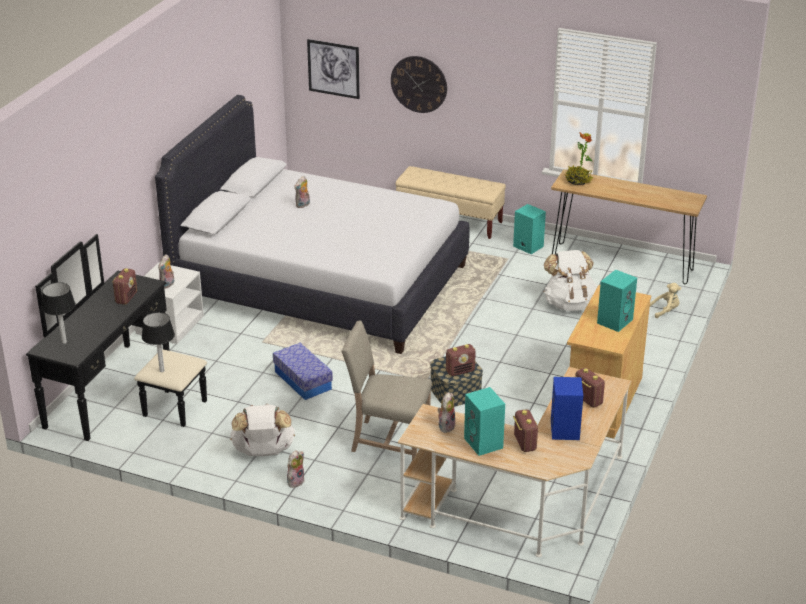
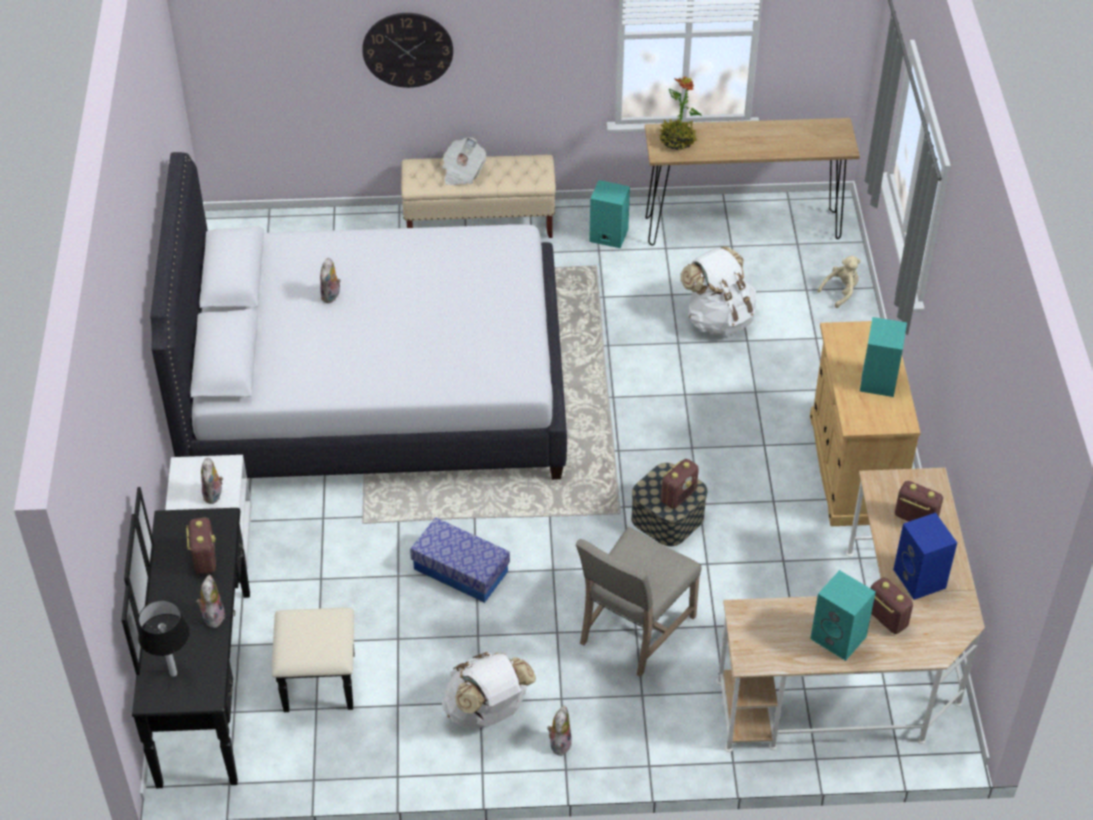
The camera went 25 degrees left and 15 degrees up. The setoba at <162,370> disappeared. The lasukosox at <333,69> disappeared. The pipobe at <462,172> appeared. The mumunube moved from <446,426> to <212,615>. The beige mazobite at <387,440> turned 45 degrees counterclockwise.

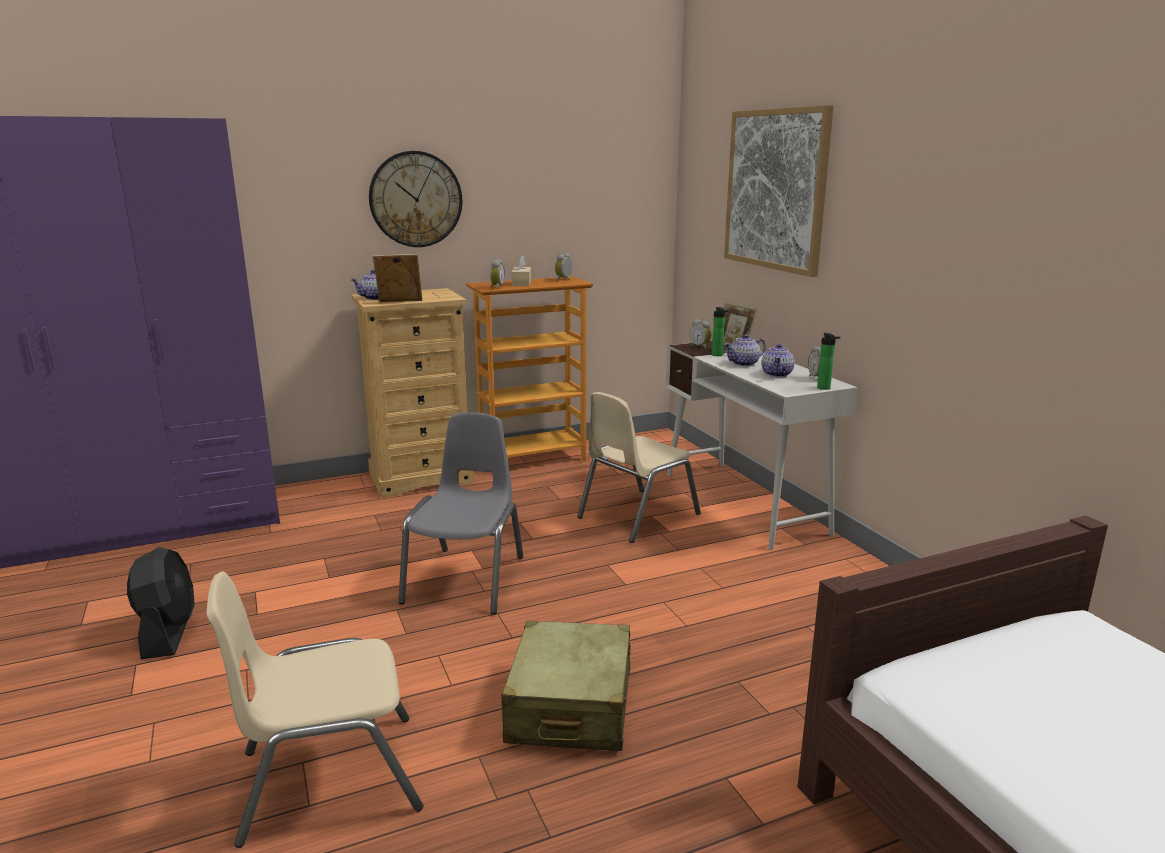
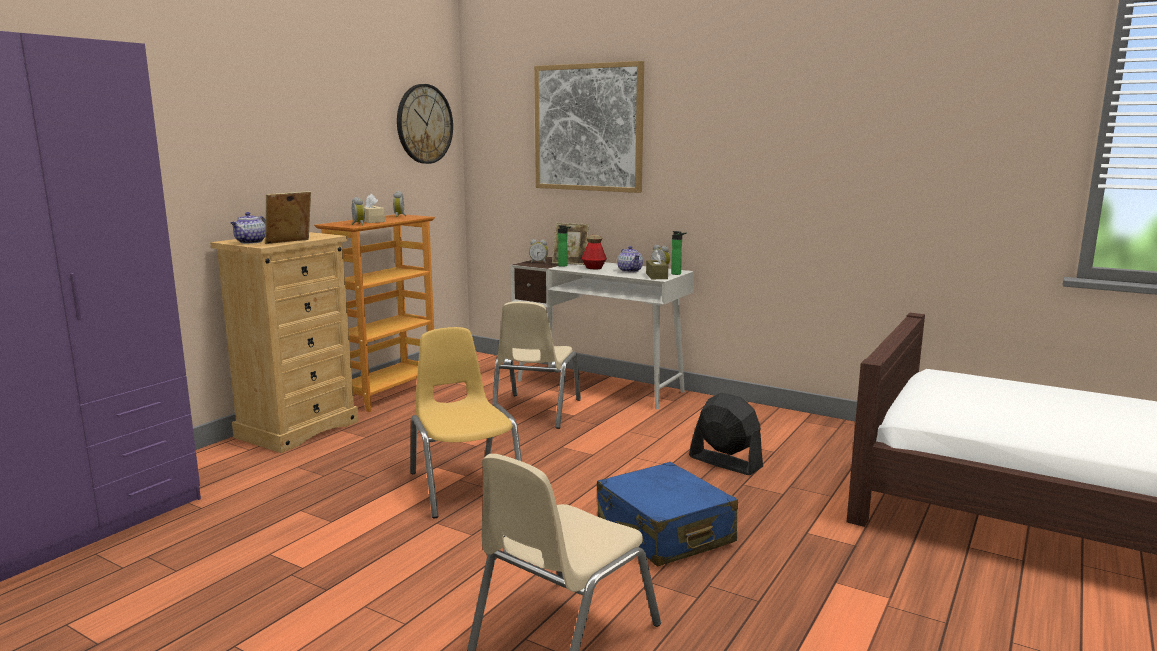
The camera went 35 degrees left and 5 degrees down. The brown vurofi at <656,276> appeared. The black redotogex moved from <168,632> to <725,462>. The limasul moved from <415,199> to <424,124>. The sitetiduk at <744,363> was replaced by the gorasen at <594,268>. The grey mazobite at <467,579> became the yellow mazobite at <465,486>. The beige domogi at <570,706> became the blue domogi at <664,532>.

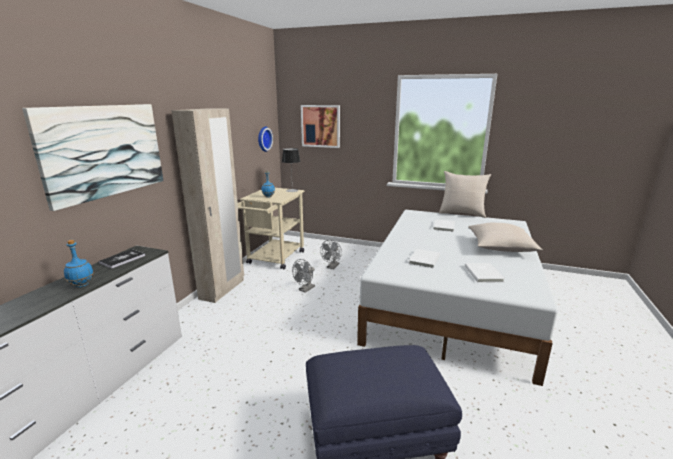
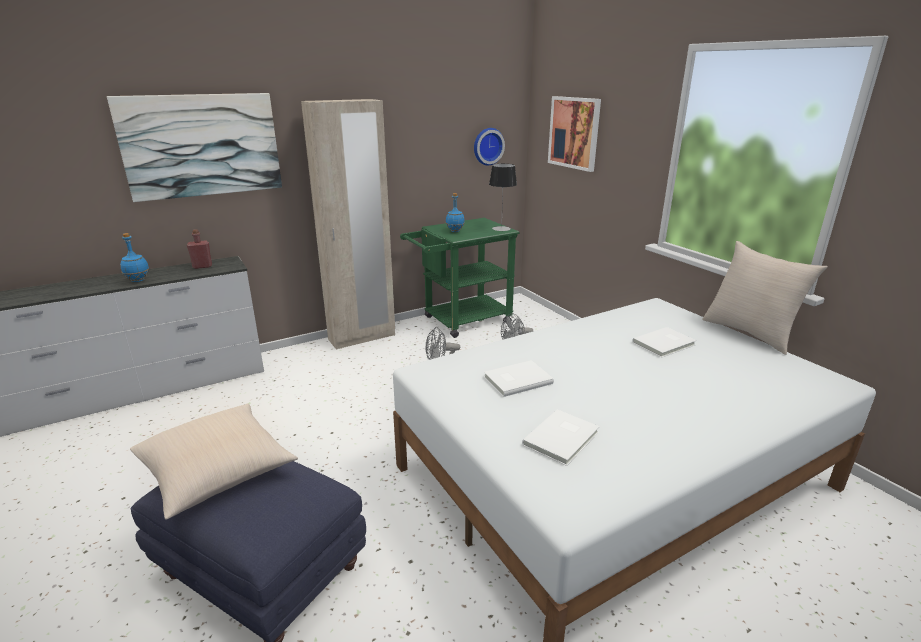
The camera went 40 degrees right and 5 degrees up. The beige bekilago moved from <500,247> to <217,472>. The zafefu at <122,259> was replaced by the red gorasen at <202,266>. The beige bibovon at <273,259> became the green bibovon at <461,321>.

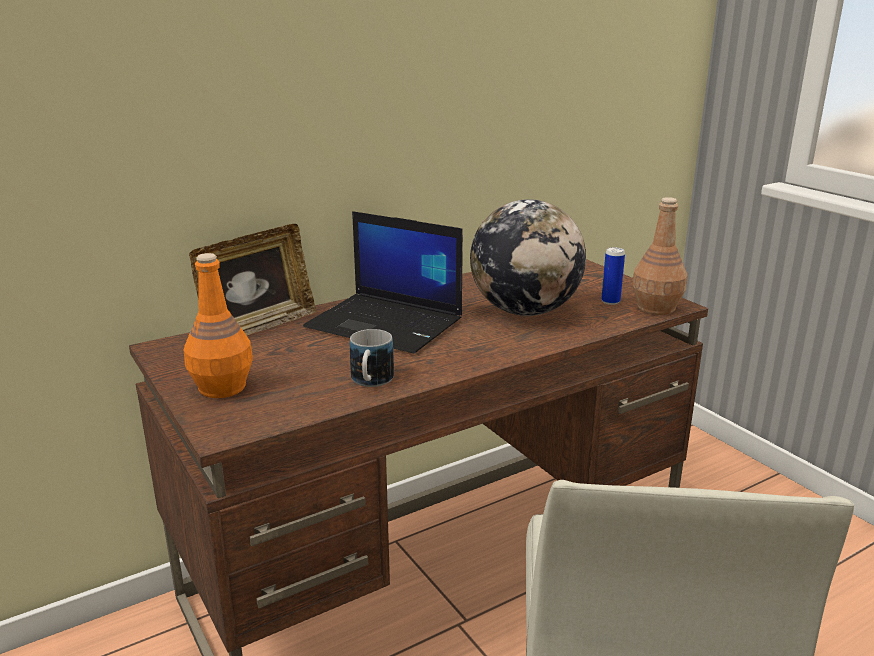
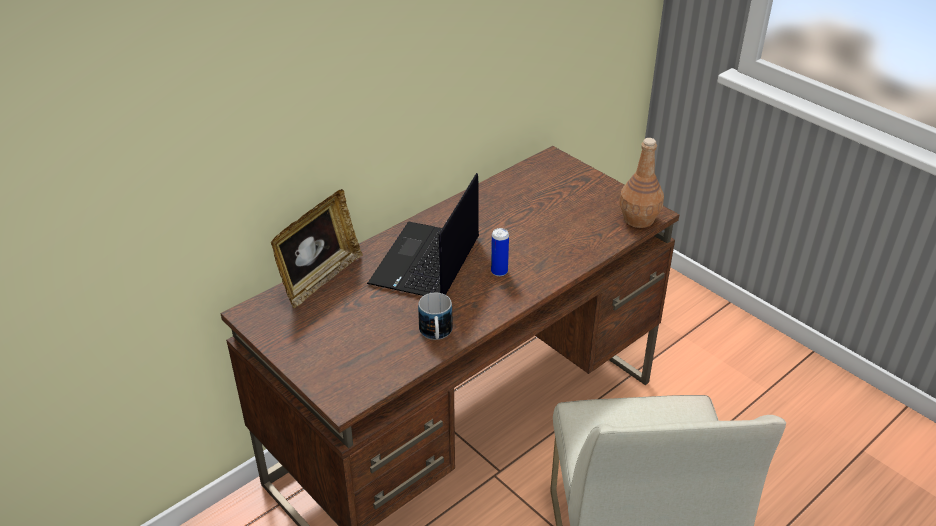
The camera went 10 degrees left and 15 degrees up. The orange gorasen at <222,387> disappeared. The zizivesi at <525,311> disappeared. The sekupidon moved from <610,301> to <499,271>. The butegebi at <387,323> turned 90 degrees clockwise.

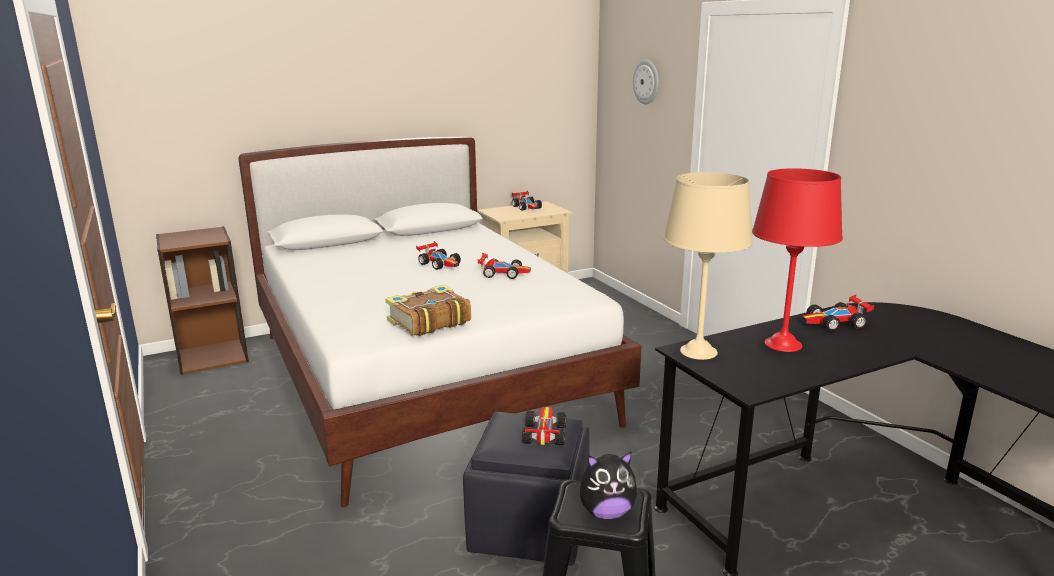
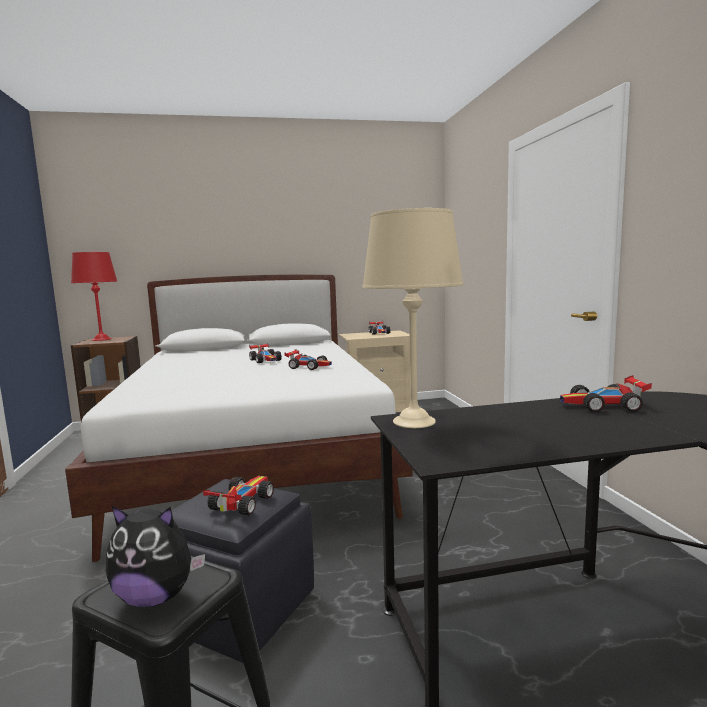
The camera went 15 degrees right and 10 degrees down. The zafefu at <428,321> disappeared. The limasul at <646,82> disappeared. The red setoba moved from <782,344> to <101,339>.

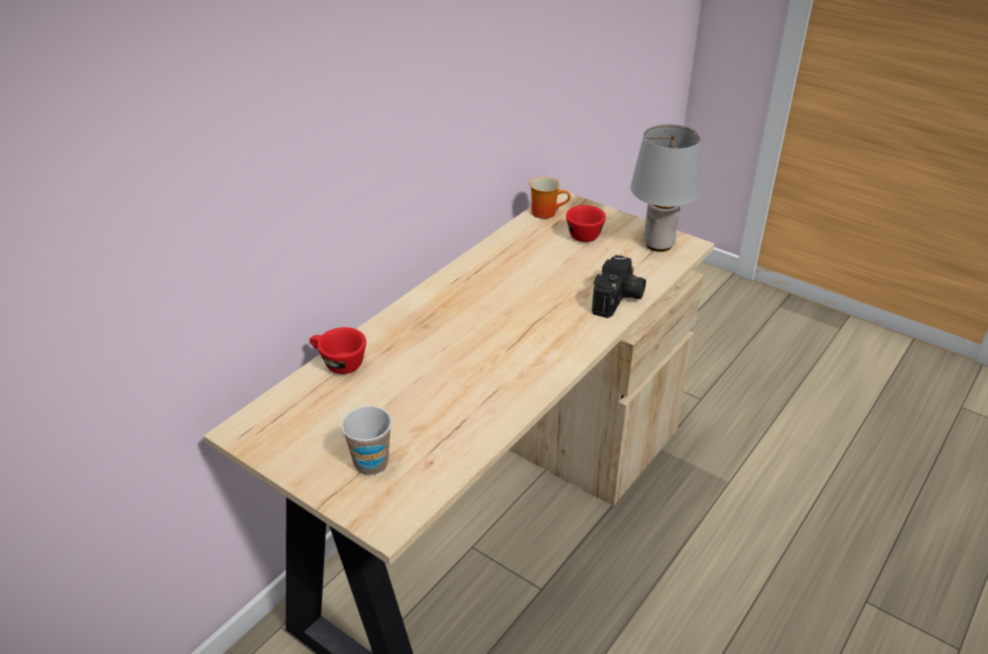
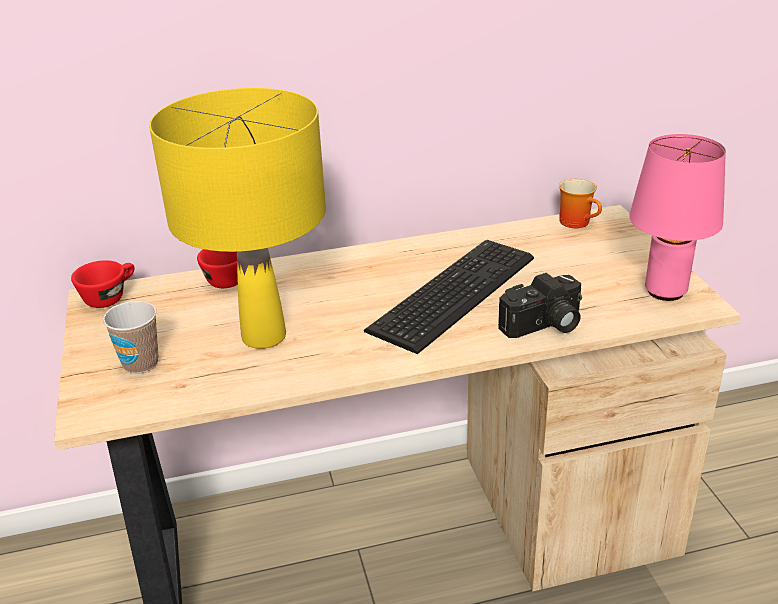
The camera went 40 degrees right and 5 degrees down. The yellow setoba at <263,337> appeared. The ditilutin at <449,293> appeared. The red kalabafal moved from <583,233> to <110,297>. The grey setoba at <658,245> became the pink setoba at <664,292>.

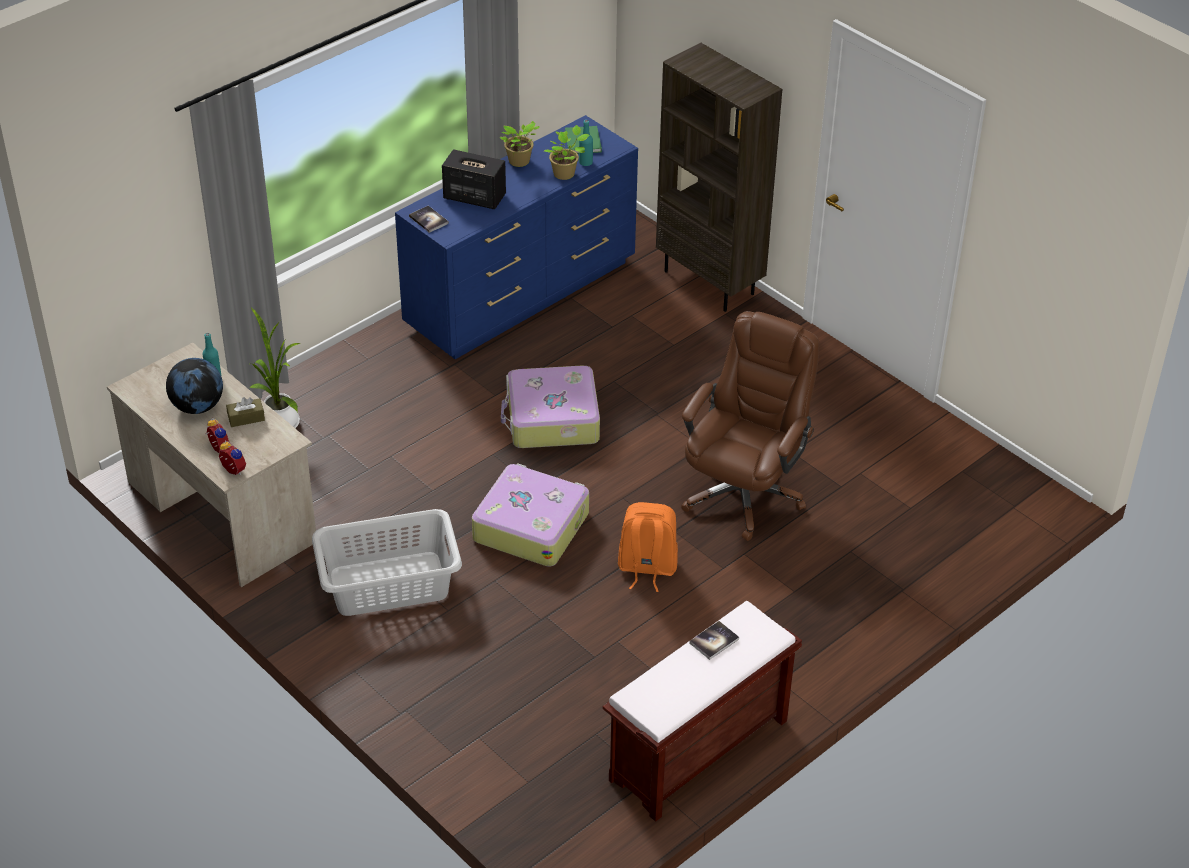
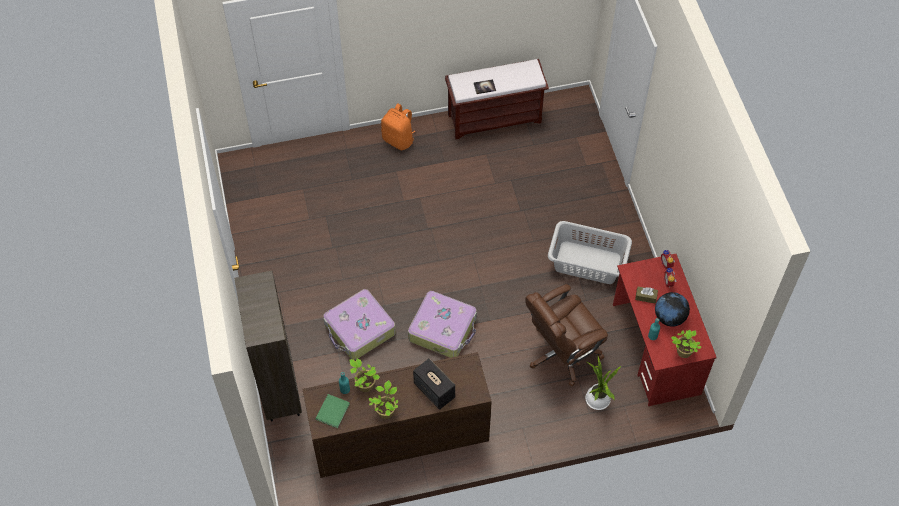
The camera went 150 degrees left and 15 degrees up. The zafefu at <428,220> disappeared. The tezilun at <683,352> appeared. The domogi moved from <531,525> to <359,330>. The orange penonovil moved from <646,568> to <399,140>. The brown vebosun moved from <744,493> to <562,353>. The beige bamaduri at <221,511> became the red bamaduri at <655,349>. The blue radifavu at <522,294> became the brown radifavu at <398,438>.

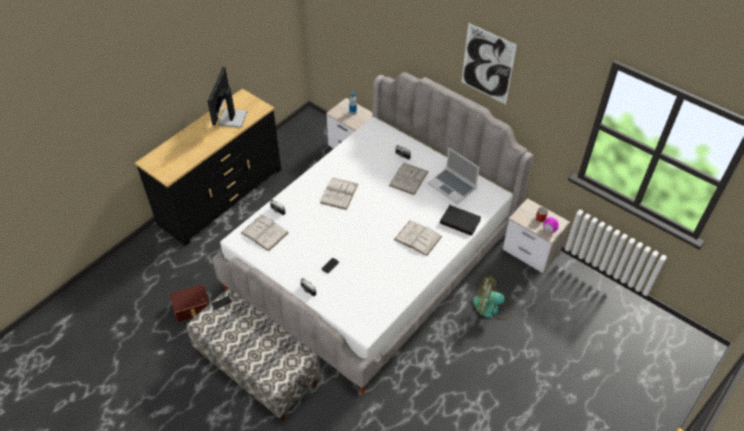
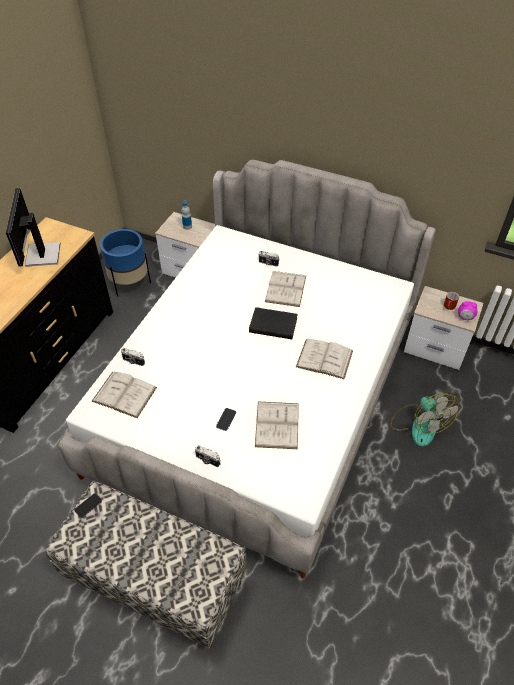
The camera went 15 degrees left and 0 degrees up. The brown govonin at <192,307> disappeared. The butegebi at <452,186> disappeared. The lasukosox at <487,64> disappeared. The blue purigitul at <130,283> appeared. The white zafefu moved from <339,193> to <277,425>. The black zafefu moved from <460,221> to <273,324>. The redotogex at <492,308> turned 105 degrees counterclockwise.

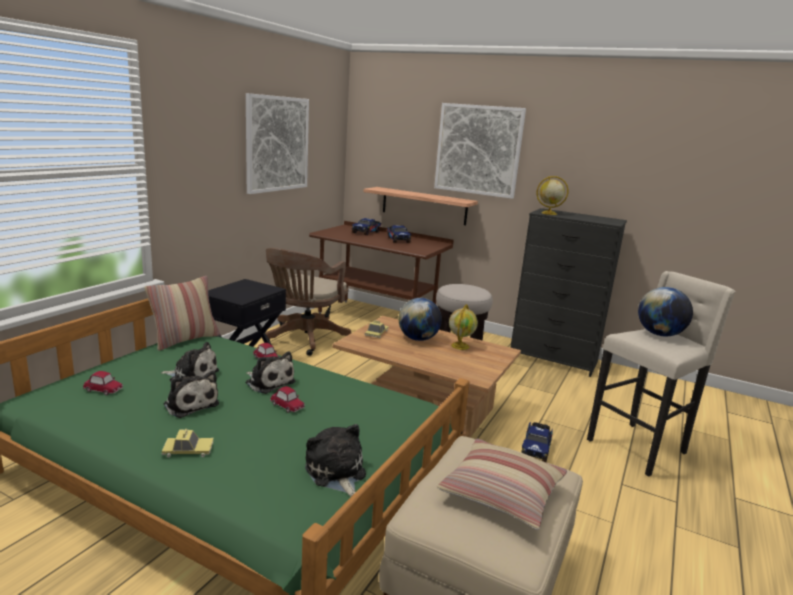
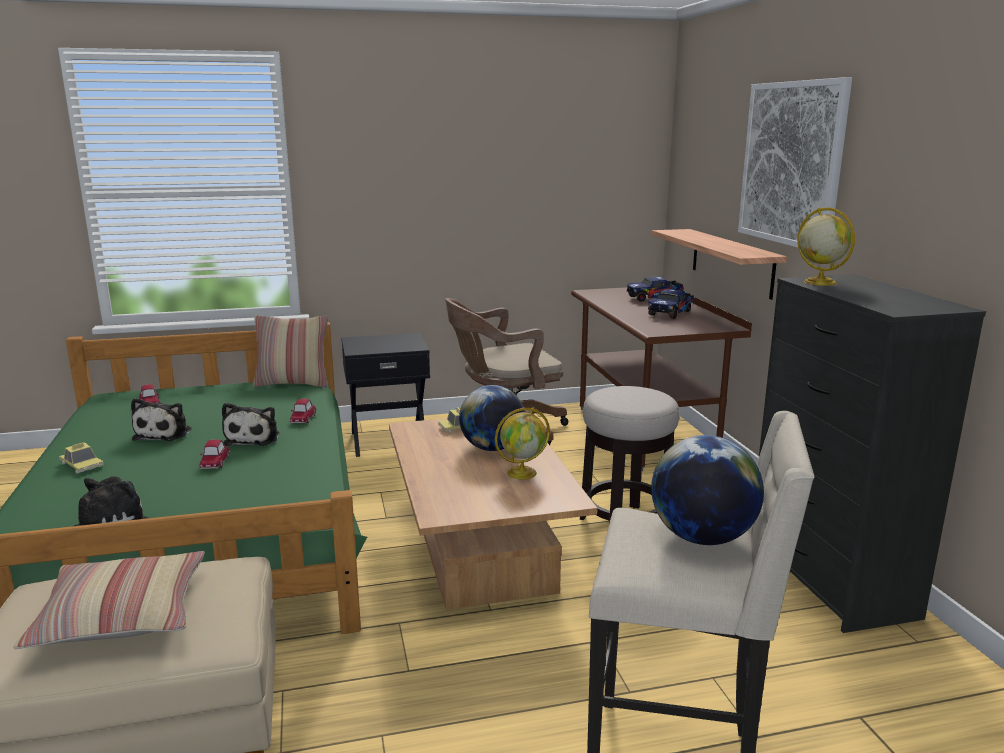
The camera went 50 degrees right and 0 degrees up. The mumunube at <192,375> disappeared. The lasukosox at <277,144> disappeared. The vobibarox at <536,448> disappeared.

